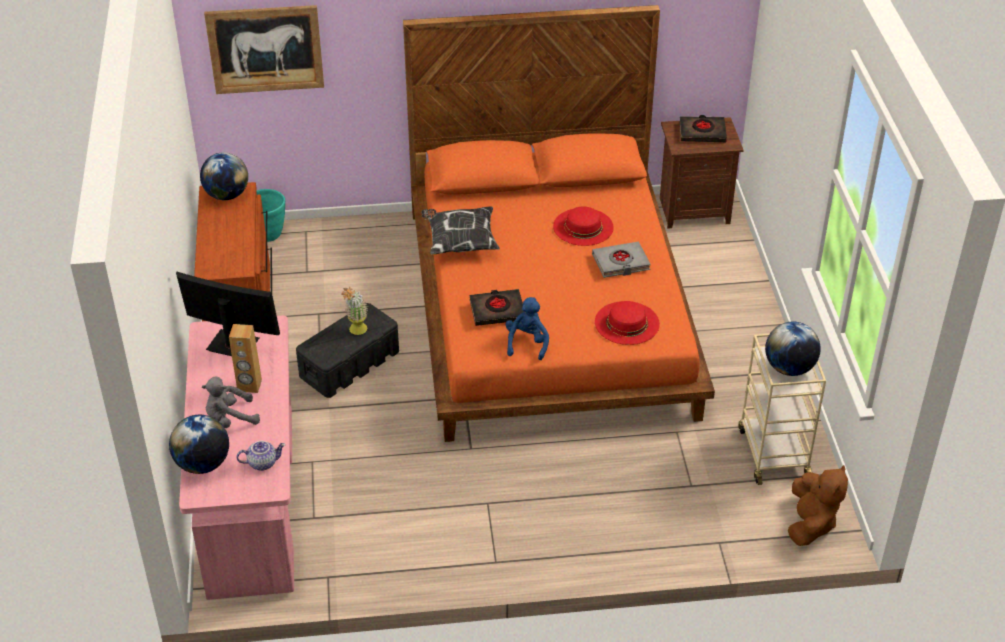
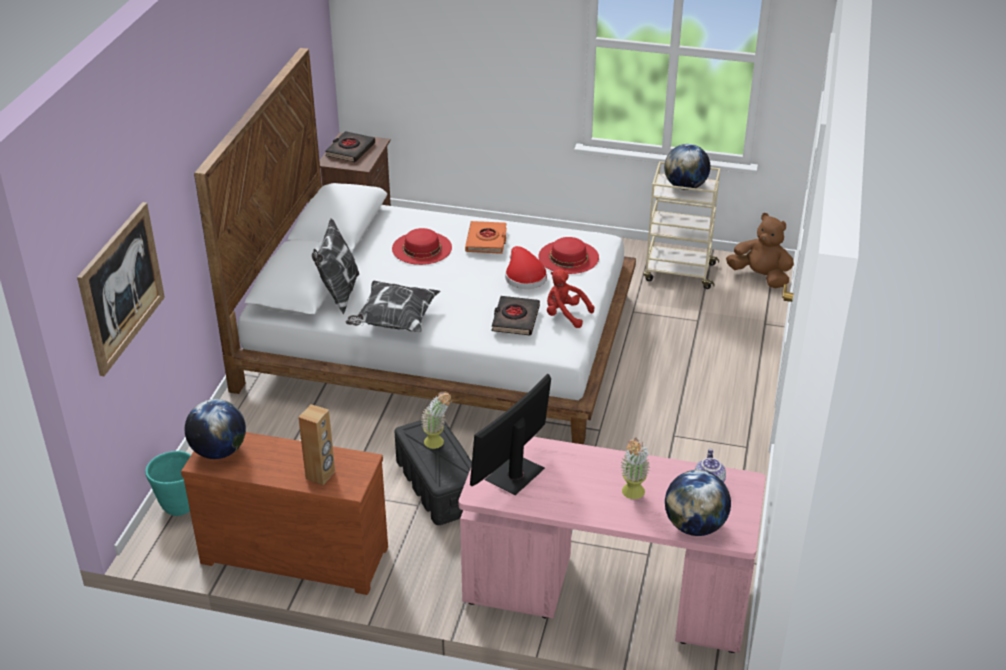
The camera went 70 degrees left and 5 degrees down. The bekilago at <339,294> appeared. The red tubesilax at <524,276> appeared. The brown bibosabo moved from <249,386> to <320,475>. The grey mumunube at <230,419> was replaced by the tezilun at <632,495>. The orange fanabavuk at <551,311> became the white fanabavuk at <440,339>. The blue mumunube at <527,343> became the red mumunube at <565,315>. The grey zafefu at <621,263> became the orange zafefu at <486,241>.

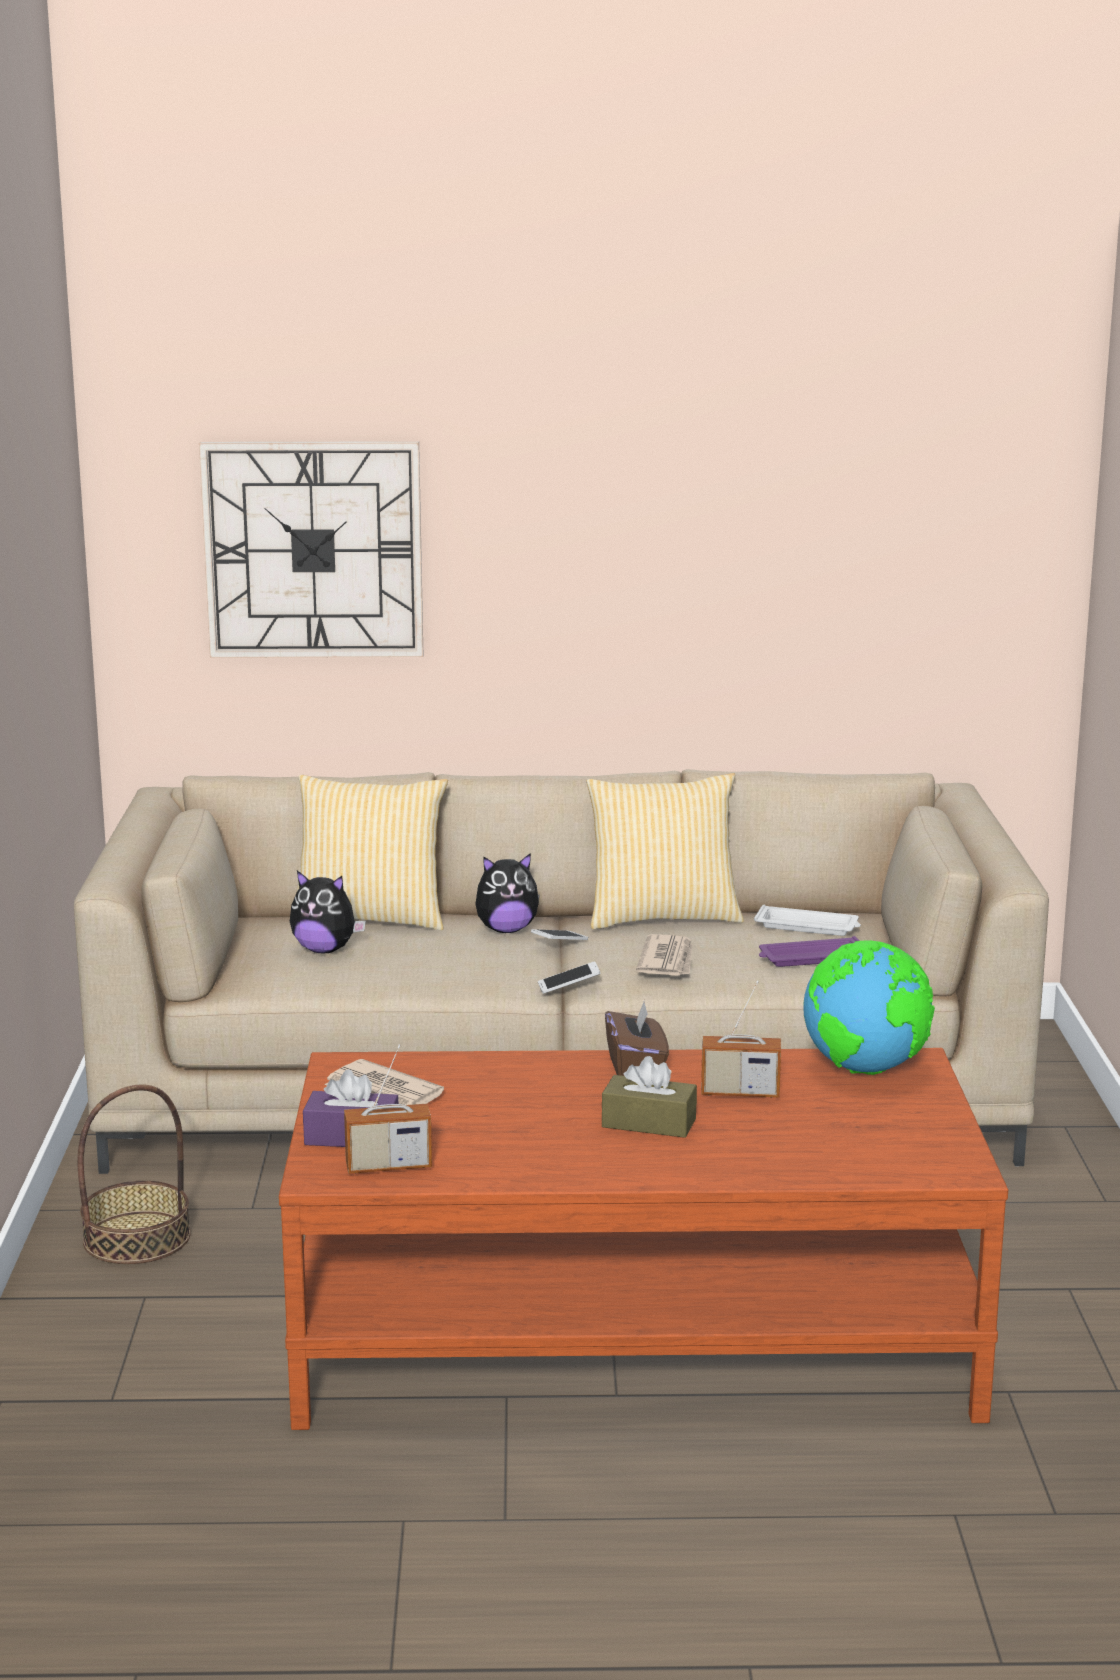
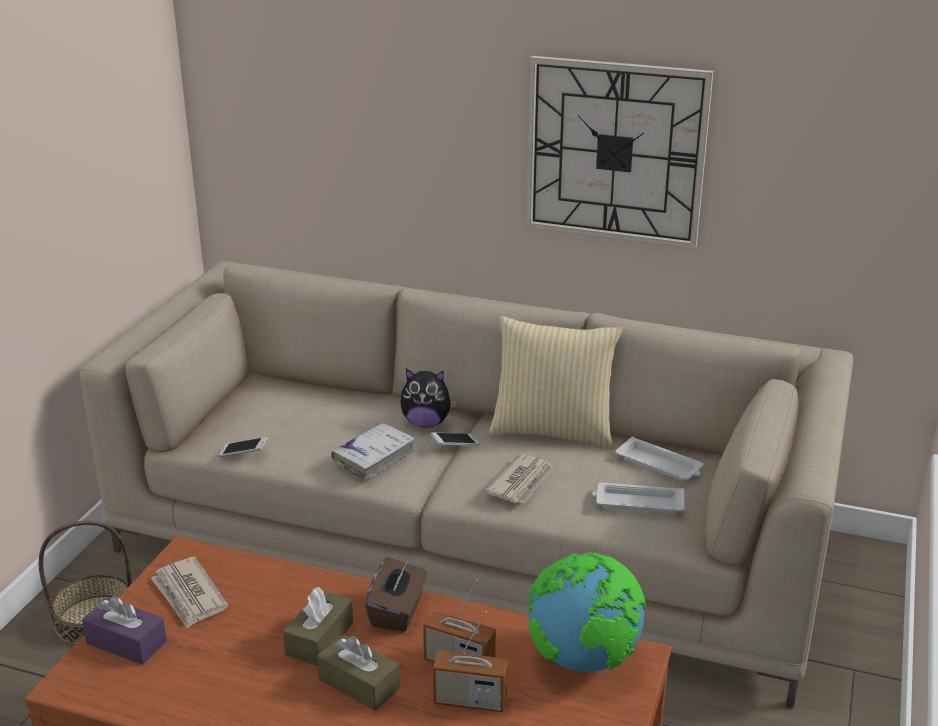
The camera went 20 degrees right and 10 degrees up. The mumunube at <325,950> disappeared. The bekilago at <371,918> disappeared. The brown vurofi at <319,639> appeared. The white zafefu at <374,457> appeared. The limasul moved from <313,550> to <615,152>. The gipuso moved from <388,1166> to <470,701>. The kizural moved from <569,986> to <243,453>. The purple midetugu at <811,958> became the white midetugu at <638,503>.

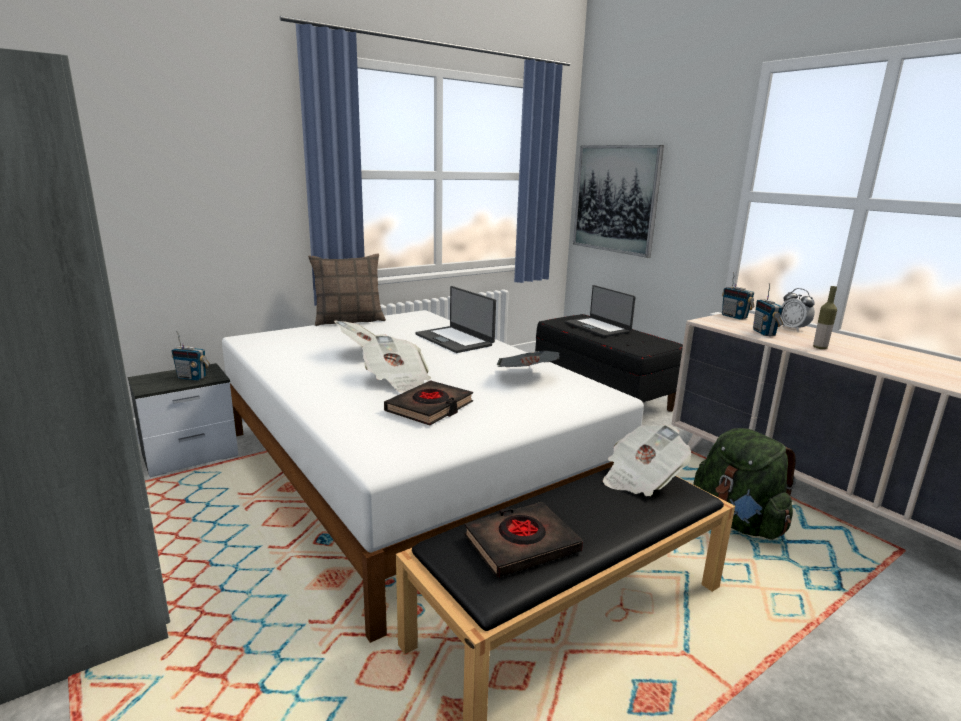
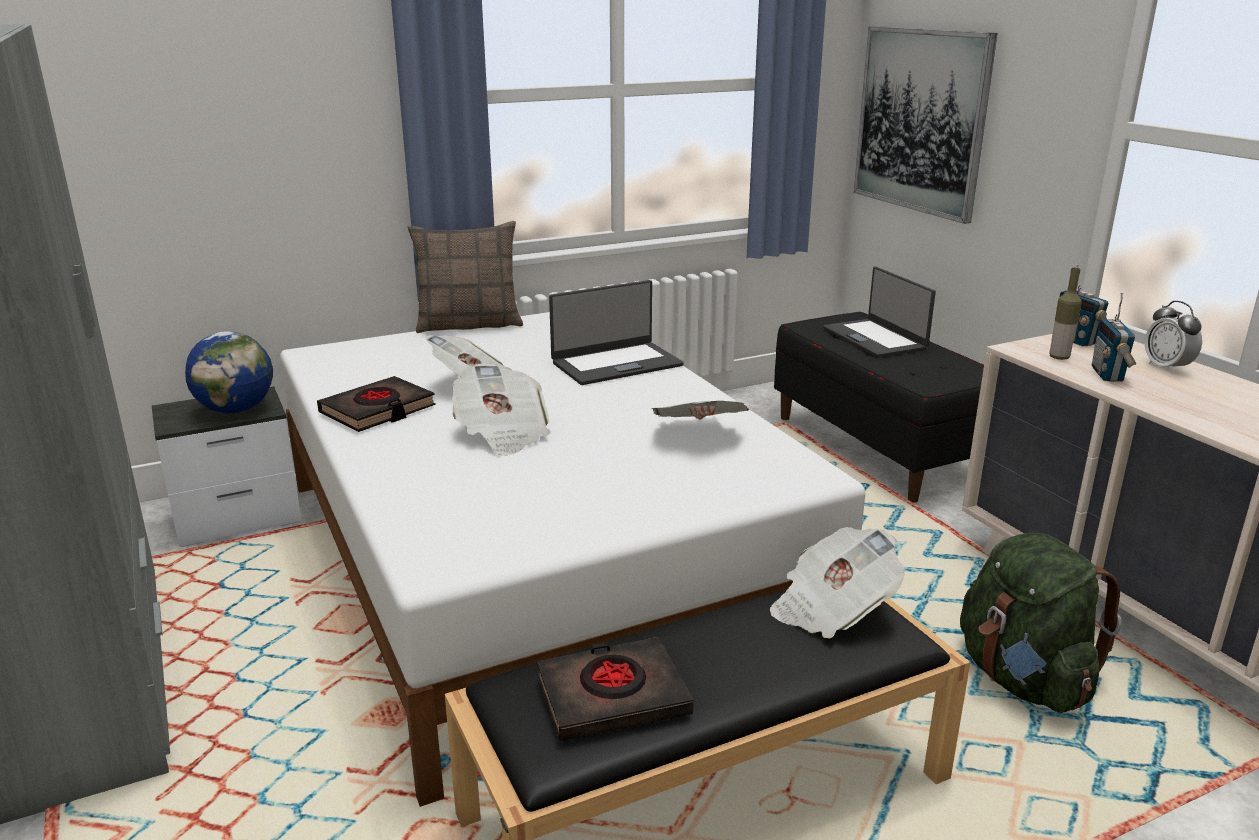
The camera went 10 degrees right and 5 degrees up. The black zafefu moved from <430,408> to <378,410>. The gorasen moved from <820,348> to <1059,357>. The gipuso at <192,378> was replaced by the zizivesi at <236,410>. The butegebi at <455,340> turned 90 degrees counterclockwise.

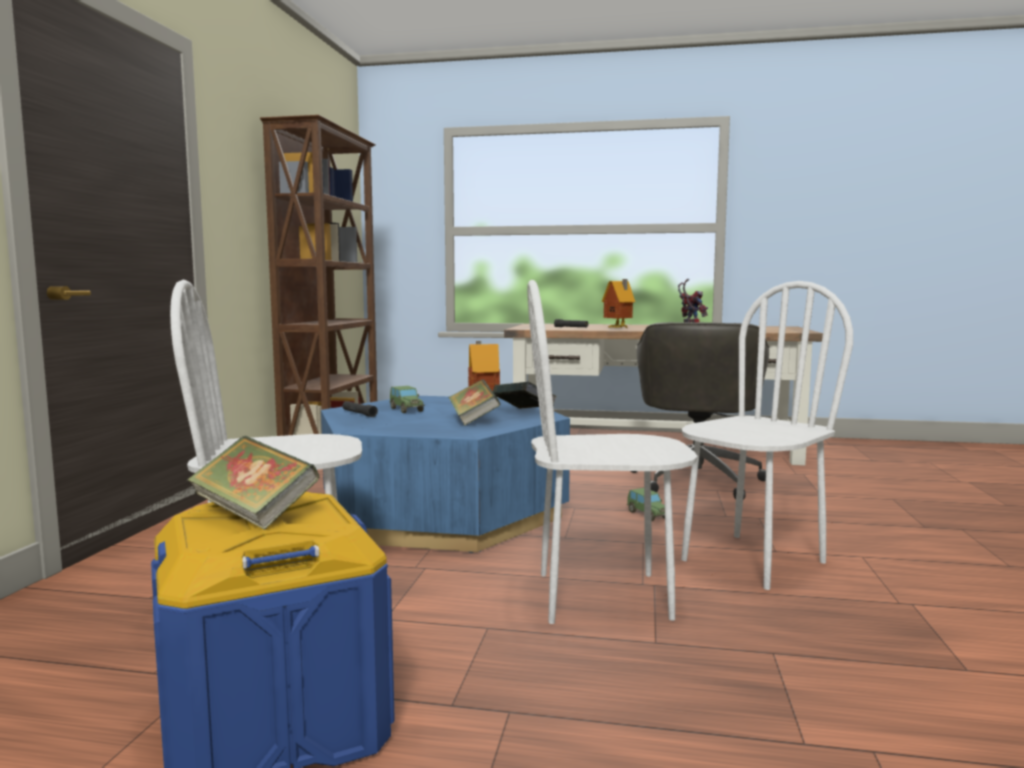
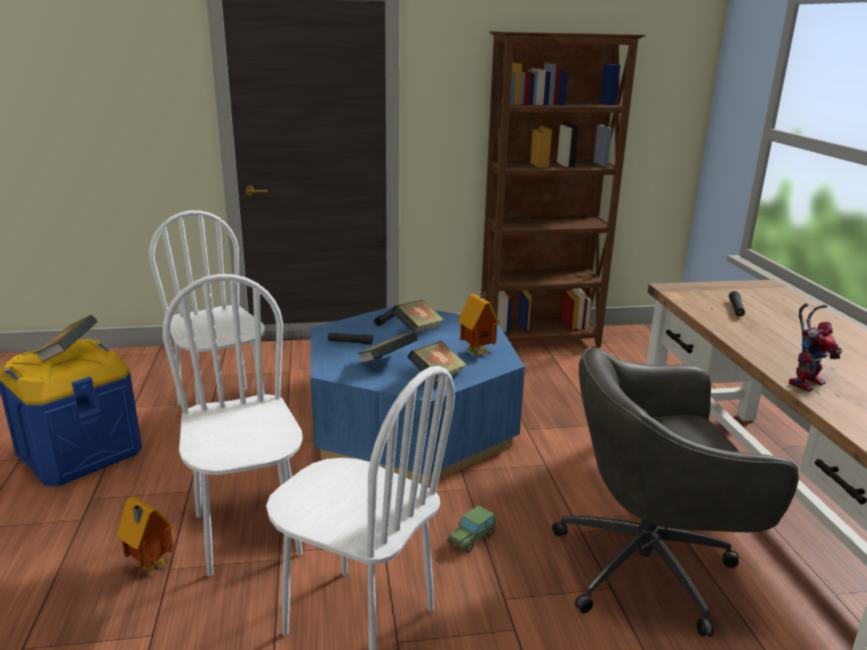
The camera went 70 degrees right and 15 degrees up. The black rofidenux at <350,342> appeared. The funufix moved from <619,328> to <150,567>. The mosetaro at <406,410> was replaced by the zafefu at <418,330>.

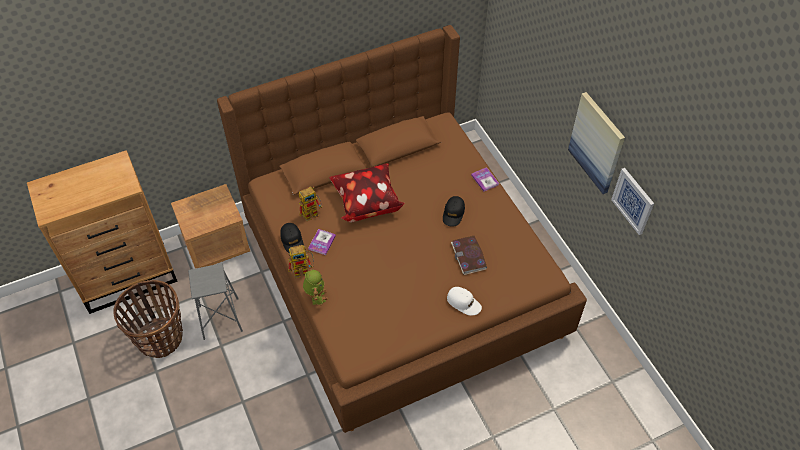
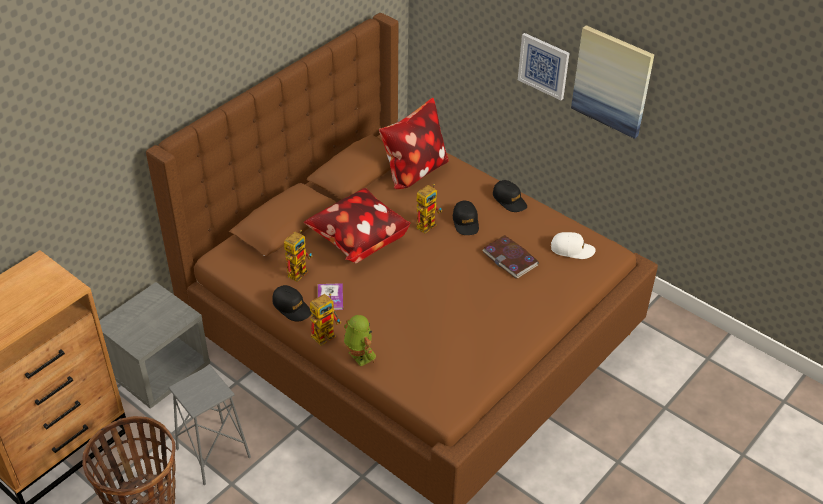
The camera went 25 degrees left and 10 degrees down. The zafefu at <485,180> disappeared. The bekilago at <414,171> appeared. The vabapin at <427,223> appeared. The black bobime at <509,200> appeared. The white bobime moved from <464,303> to <572,249>. The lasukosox moved from <633,201> to <544,66>. The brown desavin at <216,244> became the grey desavin at <159,371>.

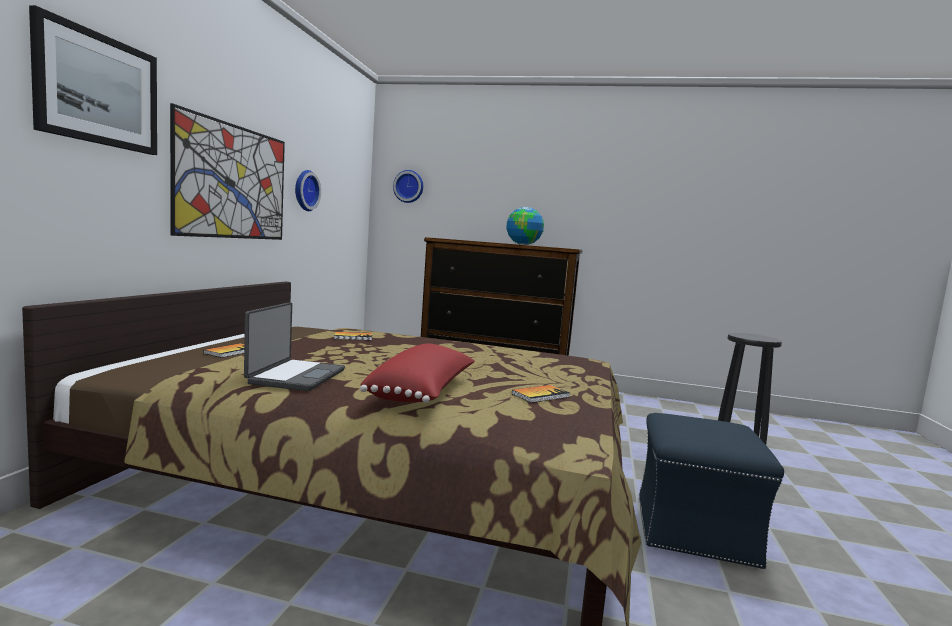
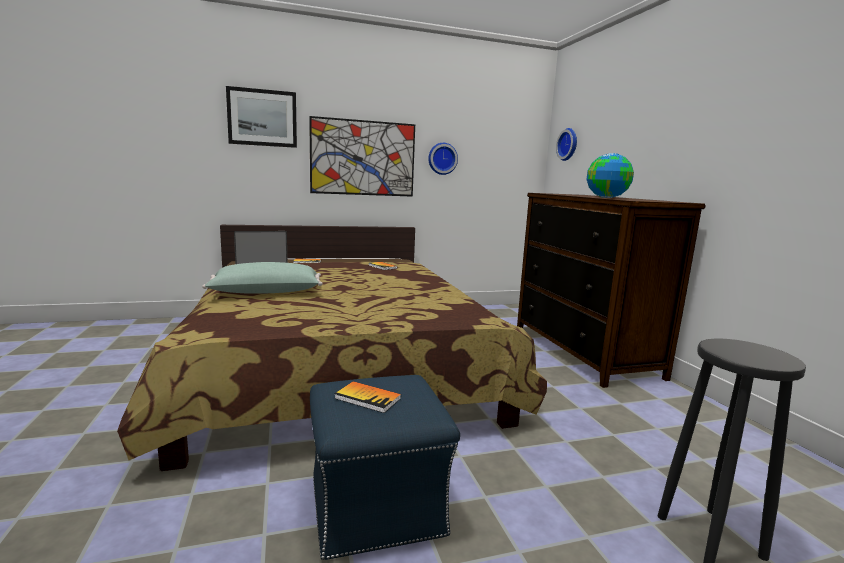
The camera went 60 degrees right and 5 degrees up. The zafefu moved from <540,395> to <367,398>. The red bekilago at <424,393> became the green bekilago at <266,293>.

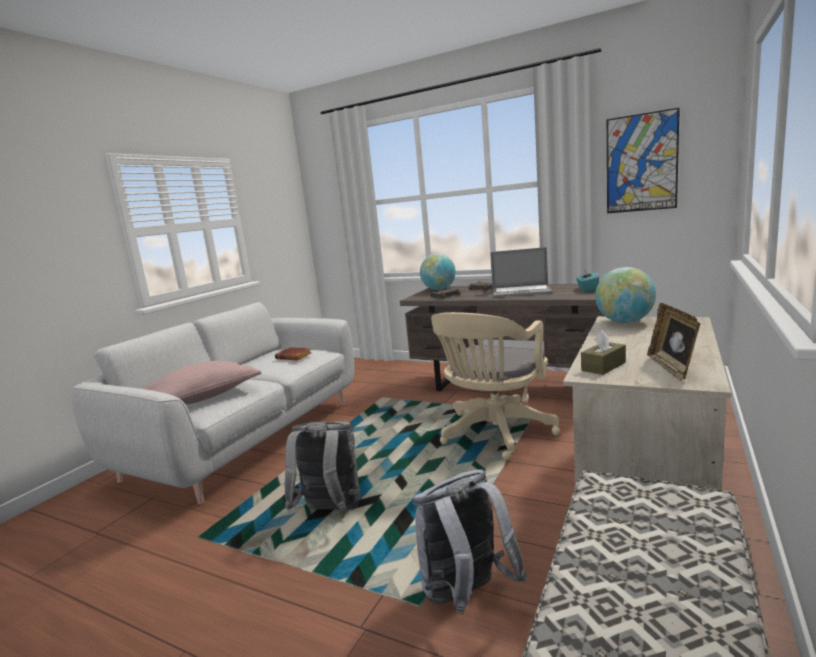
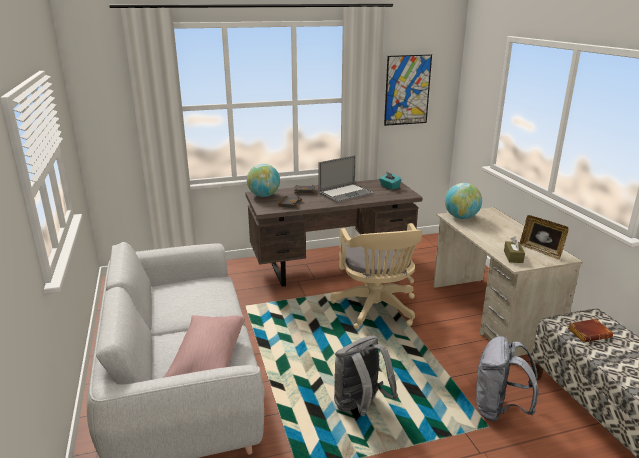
The camera went 45 degrees left and 10 degrees up. The brown zafefu moved from <295,357> to <589,333>.

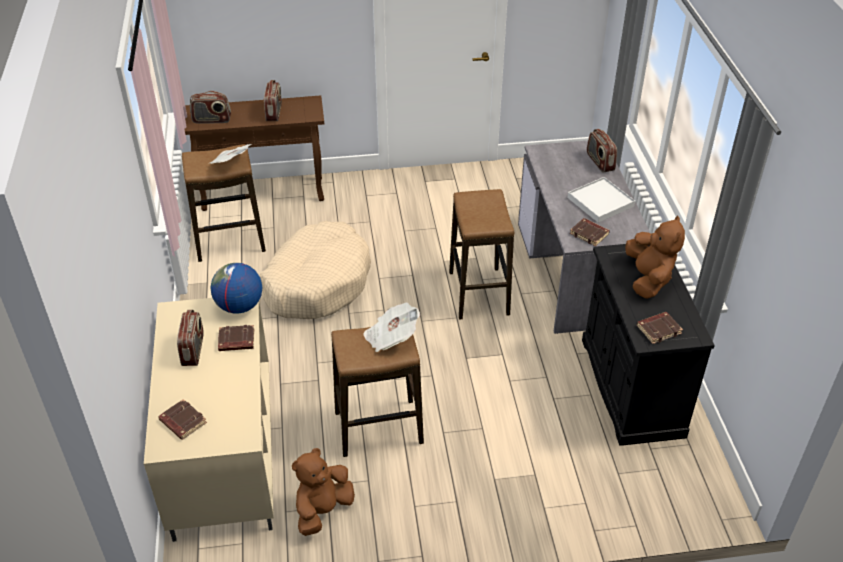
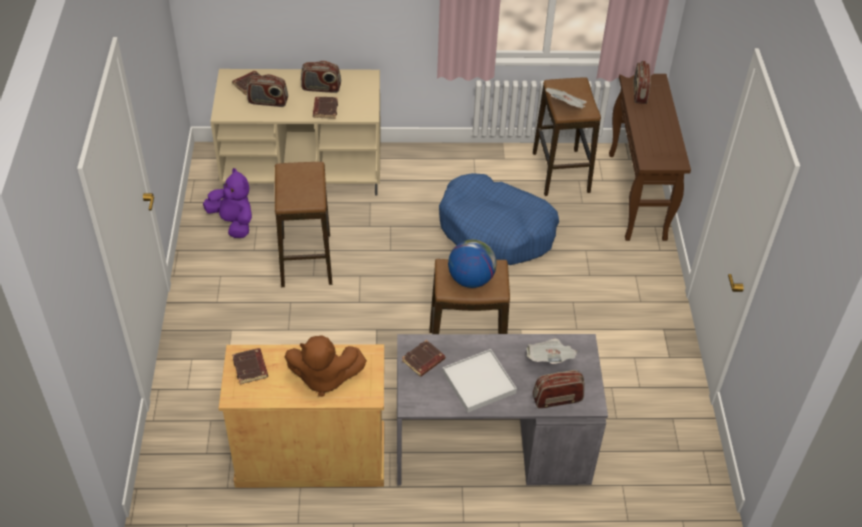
The camera went 95 degrees right and 5 degrees up. The zizivesi moved from <239,306> to <470,279>. The gipuso moved from <274,112> to <268,102>. The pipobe moved from <391,337> to <549,359>. The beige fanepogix at <317,282> became the blue fanepogix at <496,230>. The brown mumunube at <323,510> became the purple mumunube at <233,222>. The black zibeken at <631,387> became the beige zibeken at <311,456>.

